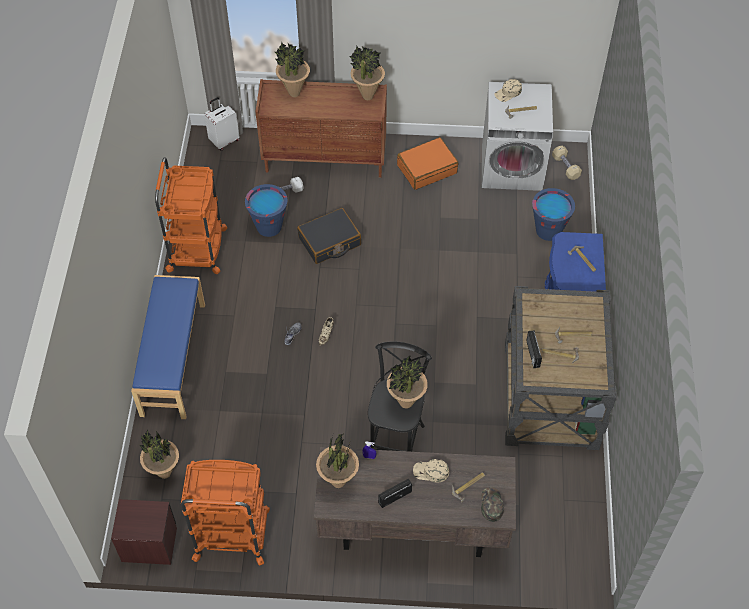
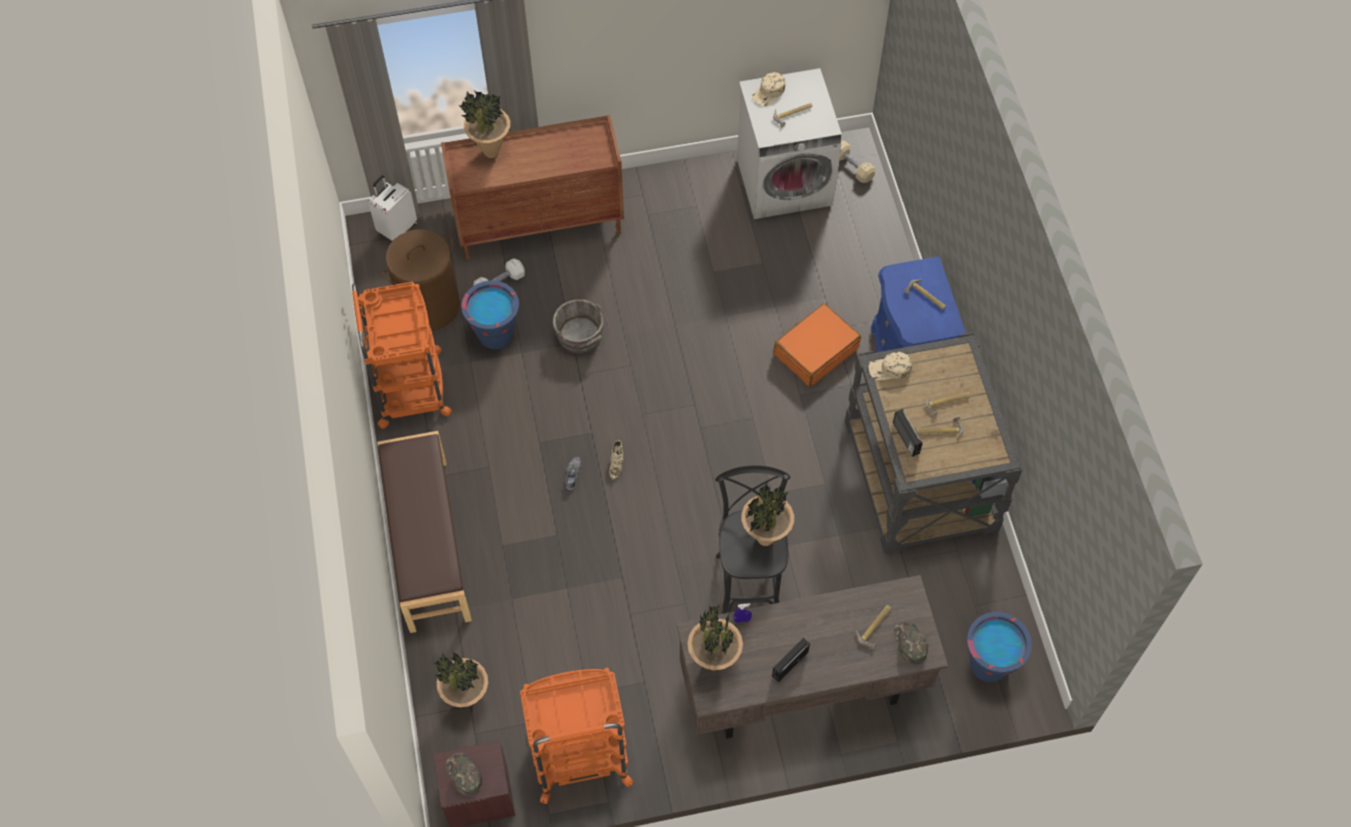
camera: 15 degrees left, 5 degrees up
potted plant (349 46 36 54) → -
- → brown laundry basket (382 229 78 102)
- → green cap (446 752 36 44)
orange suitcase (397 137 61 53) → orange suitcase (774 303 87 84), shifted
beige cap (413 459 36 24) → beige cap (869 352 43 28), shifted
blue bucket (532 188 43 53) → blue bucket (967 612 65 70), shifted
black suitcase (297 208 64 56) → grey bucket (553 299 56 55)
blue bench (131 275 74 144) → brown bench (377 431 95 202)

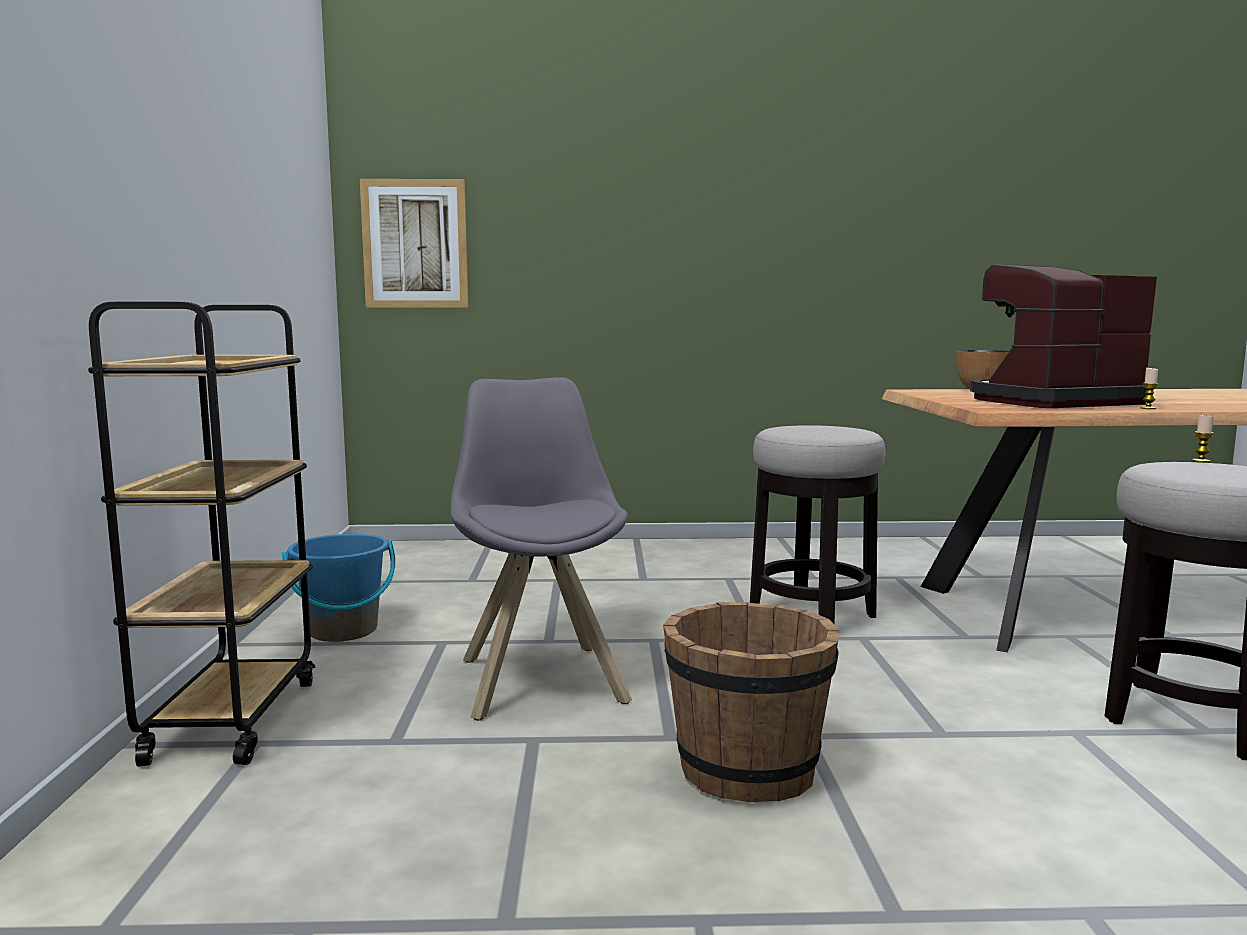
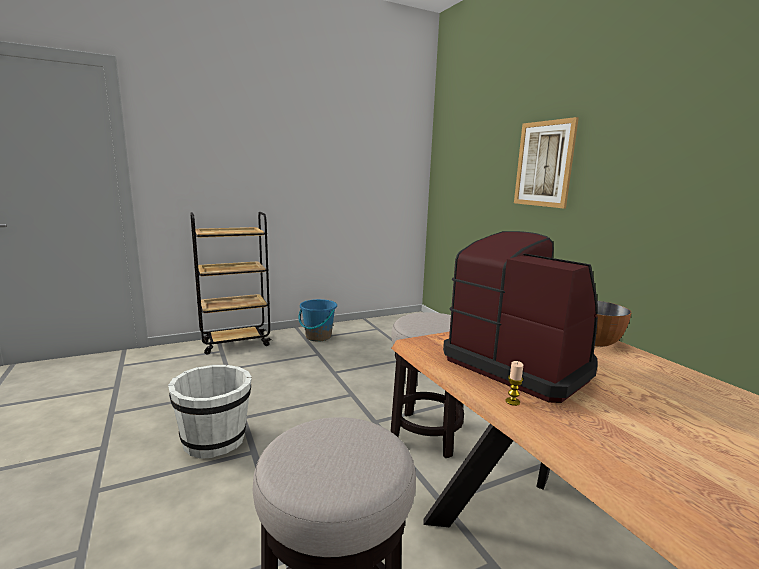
camera: 65 degrees right, 5 degrees up
grey chair (450 377 182 343) → -
candle (1192 414 22 49) → -
picture (360 179 108 129) → picture (514 117 65 91), shifted
brown bucket (663 602 177 200) → white bucket (168 365 84 94)

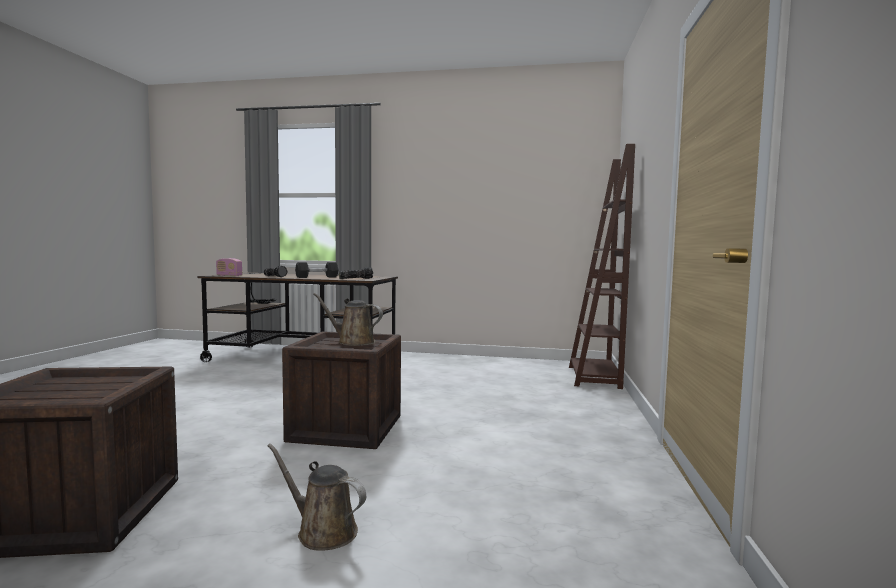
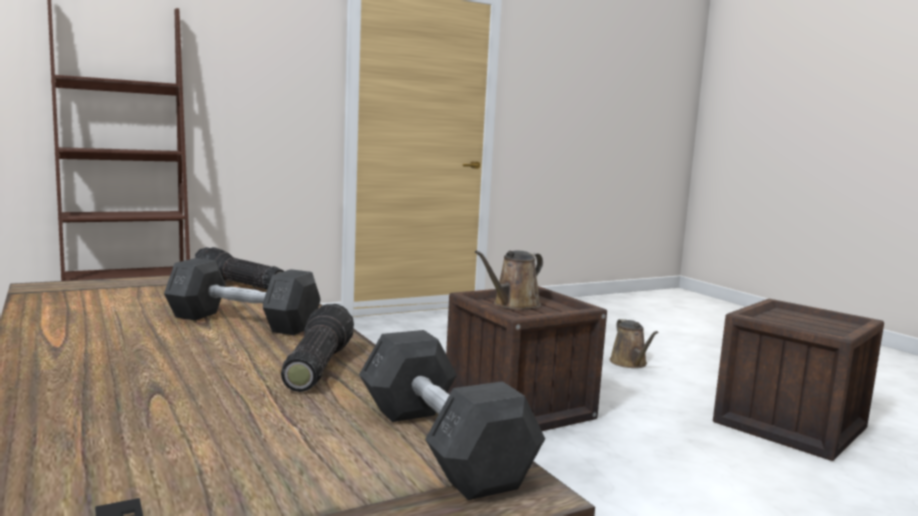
camera: 130 degrees left, 5 degrees up
radio (216 258 26 18) → grey dumbbell (359 330 186 170)
brown watering can (313 293 70 53) → brown watering can (475 250 68 59), 60 degrees clockwise

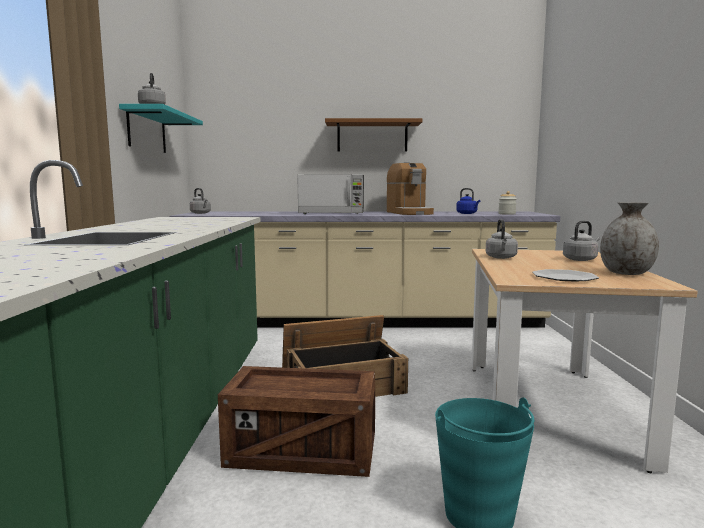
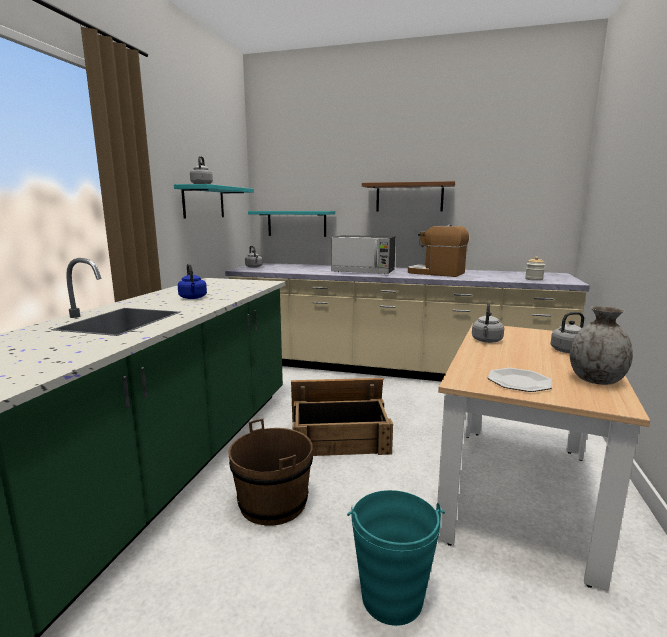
camera: 15 degrees right, 5 degrees up
- → turquoise shelf (248 211 87 26)
blue kettle (456 188 24 26) → blue kettle (178 263 29 36), shifted
crate (218 366 157 111) → brown bucket (228 419 85 107)
coffee machine (387 162 47 53) → coffee machine (408 225 61 52), 120 degrees clockwise

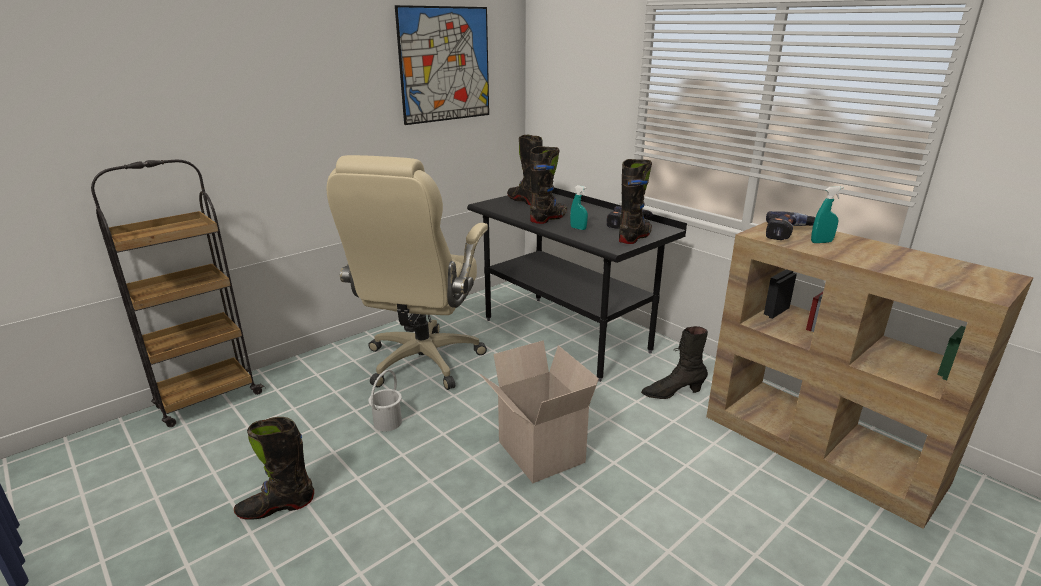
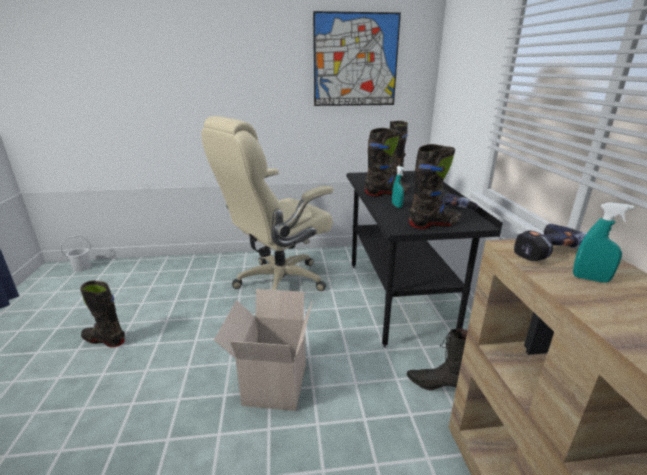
camera: 35 degrees right, 0 degrees up
brown cart (91 160 174 267) → -
white bucket (368 370 34 62) → white bucket (61 236 31 36), shifted

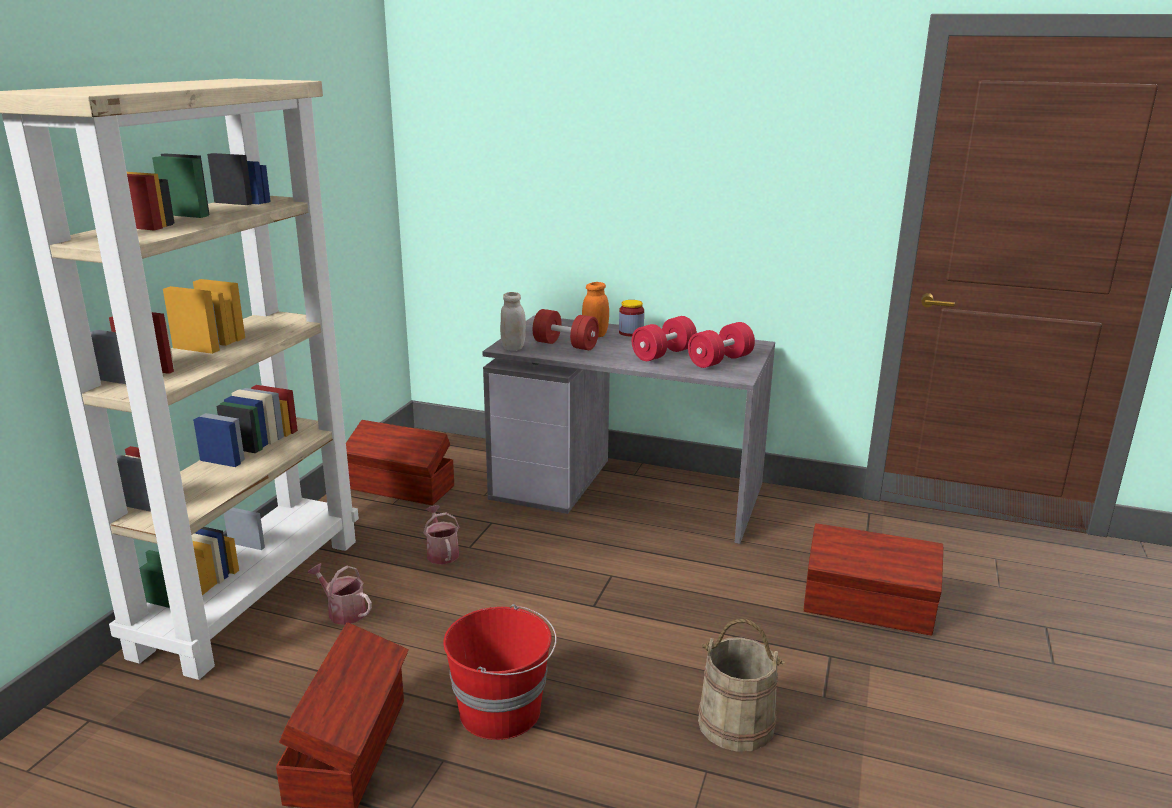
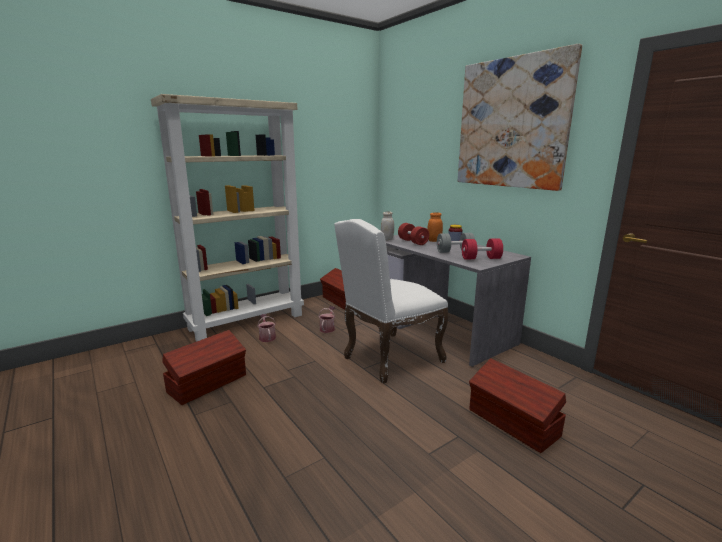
camera: 35 degrees right, 5 degrees down
red bucket (443 604 114 136) → -
beige bucket (698 619 87 133) → -
- → white chair (334 219 114 165)
- → picture (458 44 124 147)
red dumbbell (632 316 65 45) → grey dumbbell (437 233 38 20)

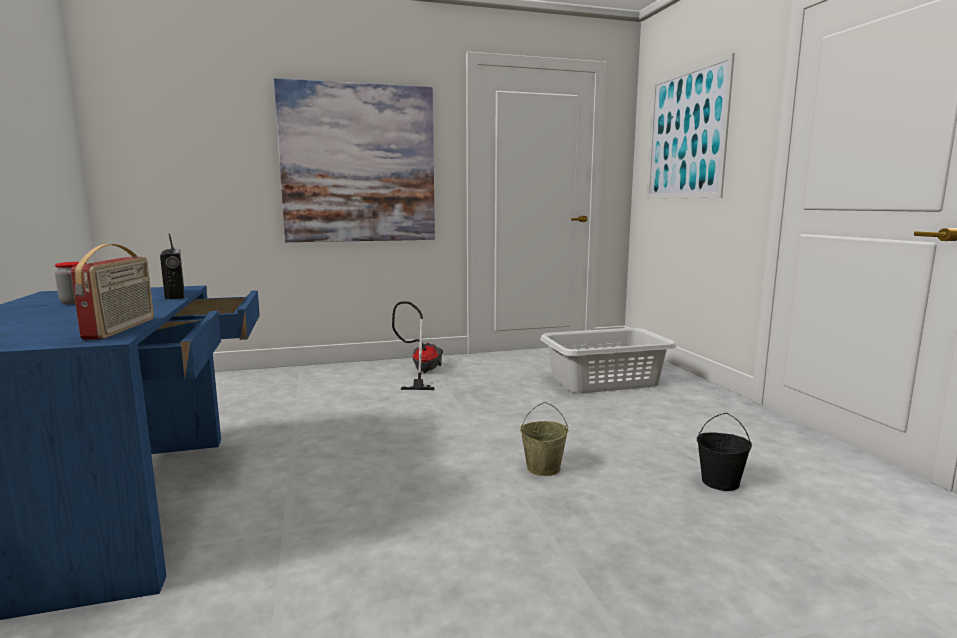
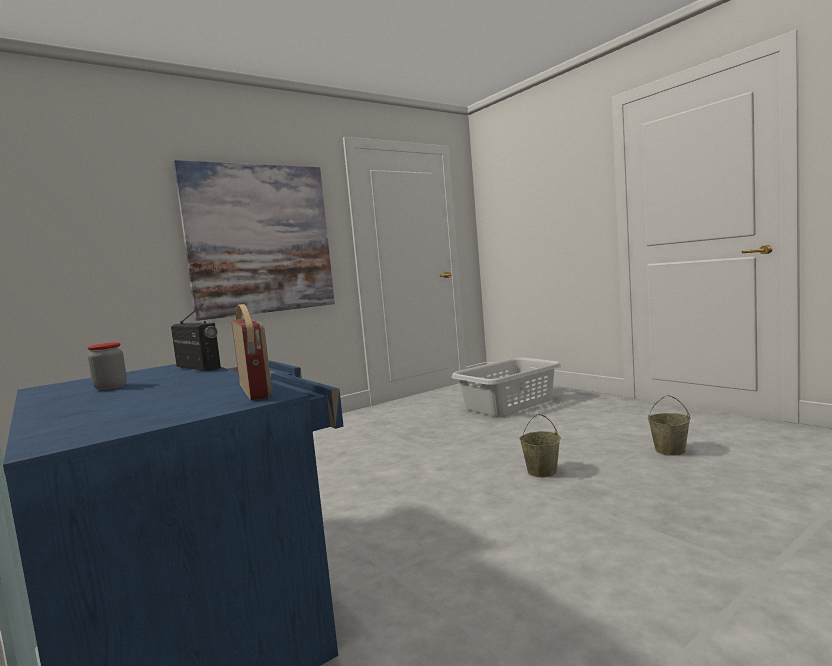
camera: 20 degrees left, 5 degrees down
vacuum cleaner (392 301 51 89) → -
picture (646 53 89 146) → -
black bucket (697 413 55 78) → beige bucket (648 395 43 61)

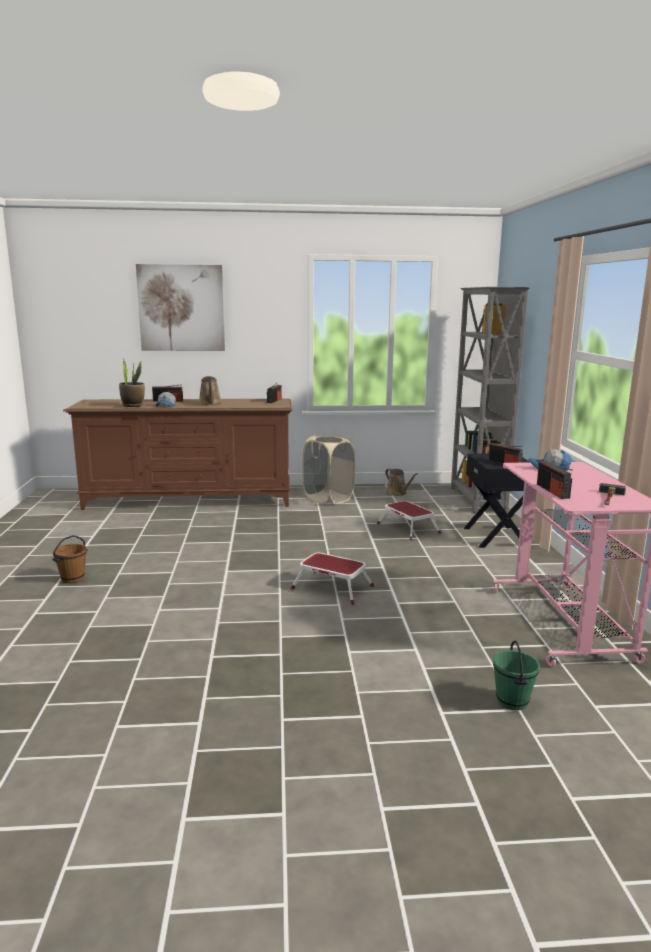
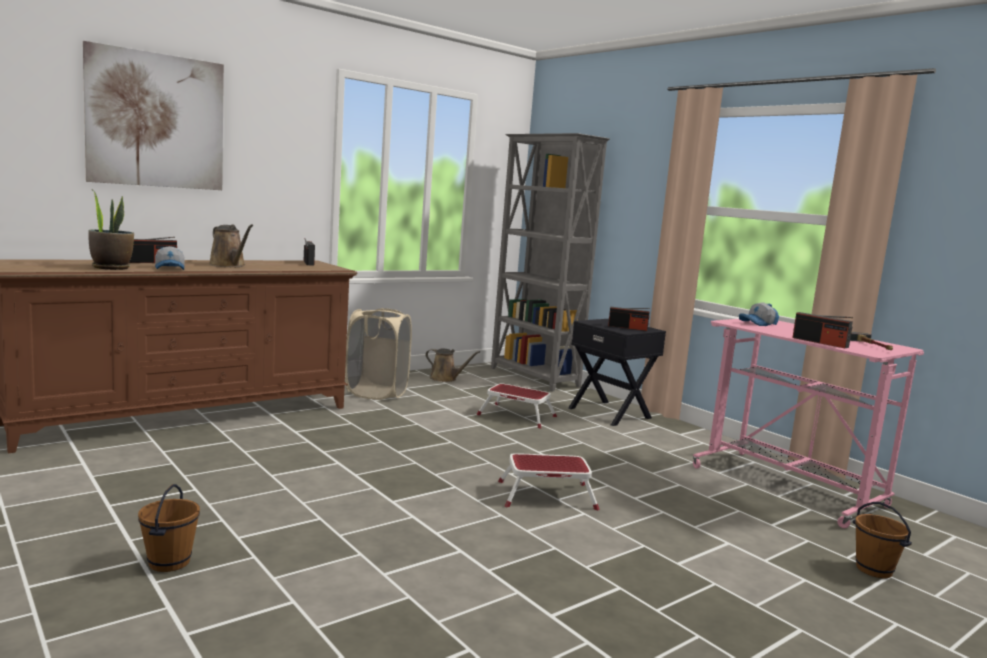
camera: 35 degrees left, 5 degrees down
green bucket (493 640 47 71) → brown bucket (853 502 59 76)

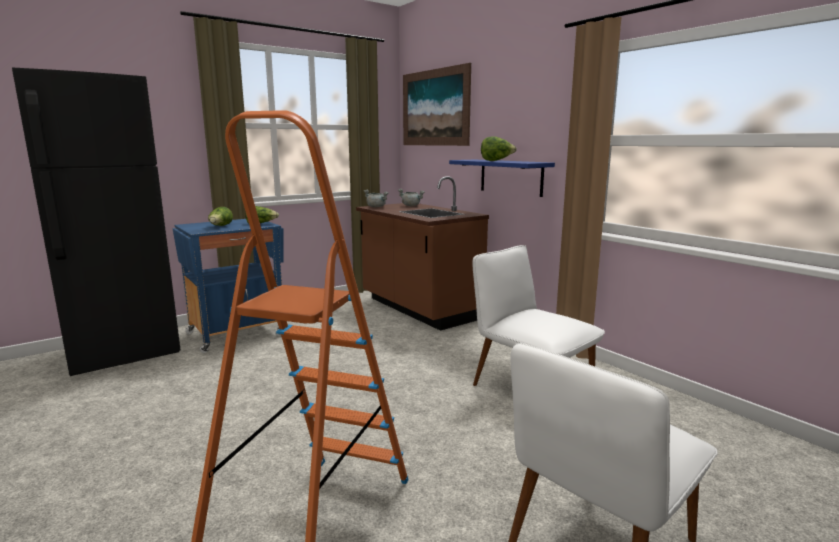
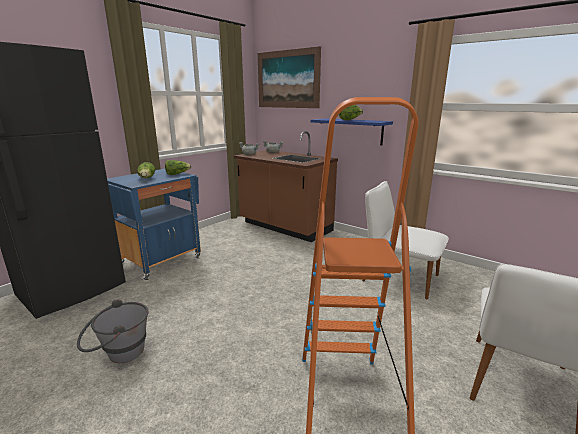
camera: 15 degrees left, 5 degrees up
- → grey bucket (77 299 72 64)

